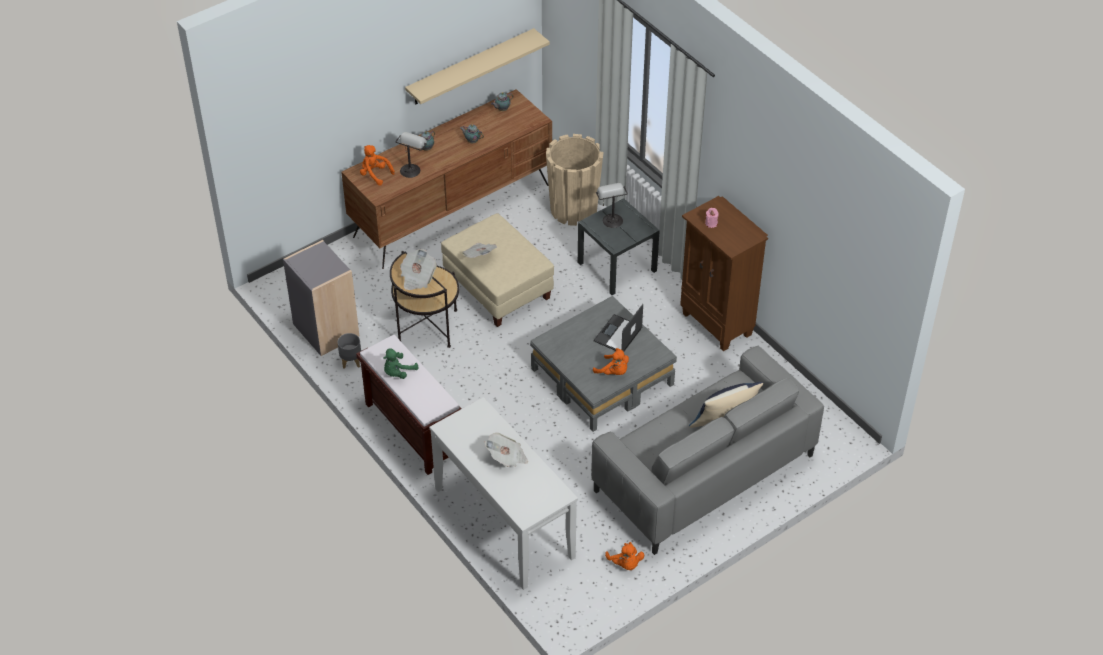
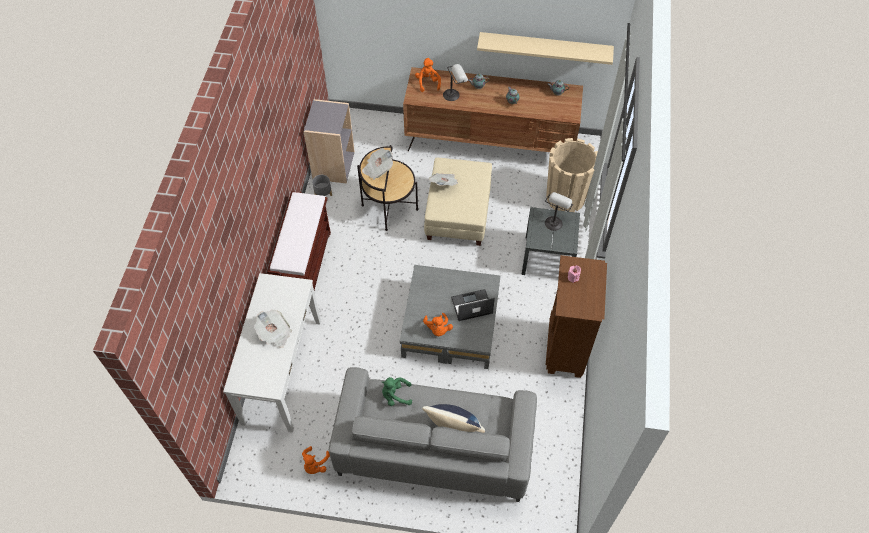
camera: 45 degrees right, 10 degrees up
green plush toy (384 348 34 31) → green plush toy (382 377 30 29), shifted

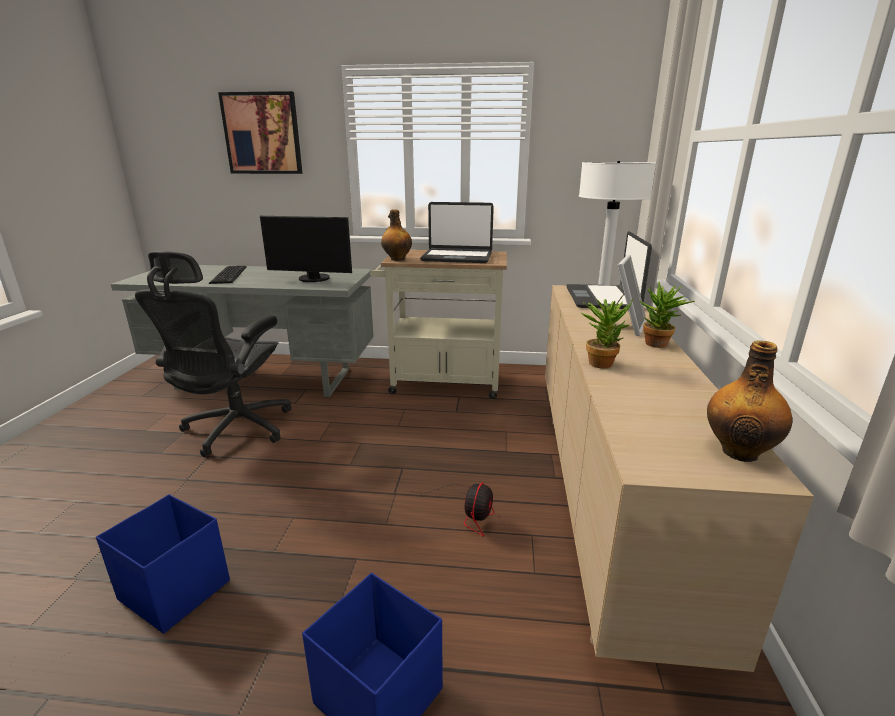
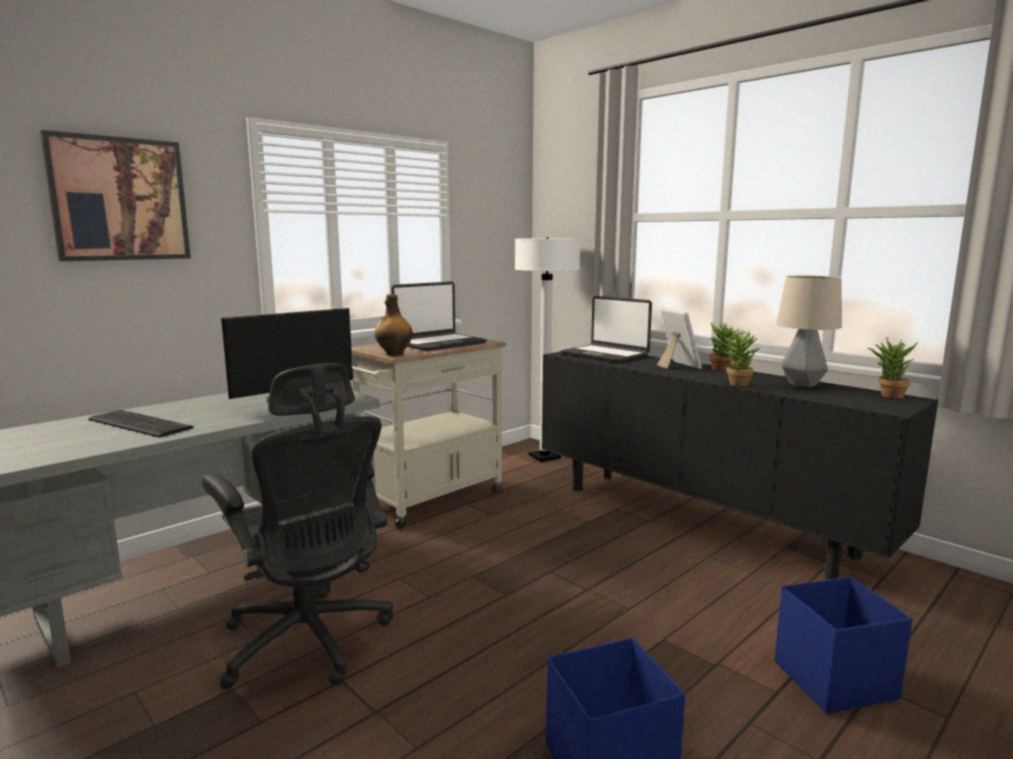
camera: 50 degrees left, 10 degrees down
fan (411 483 83 54) → -
- → table lamp (776 276 66 111)
bottle (707 340 85 122) → potted plant (867 337 51 62)
beige cabinet (545 285 269 387) → black cabinet (542 351 396 229)

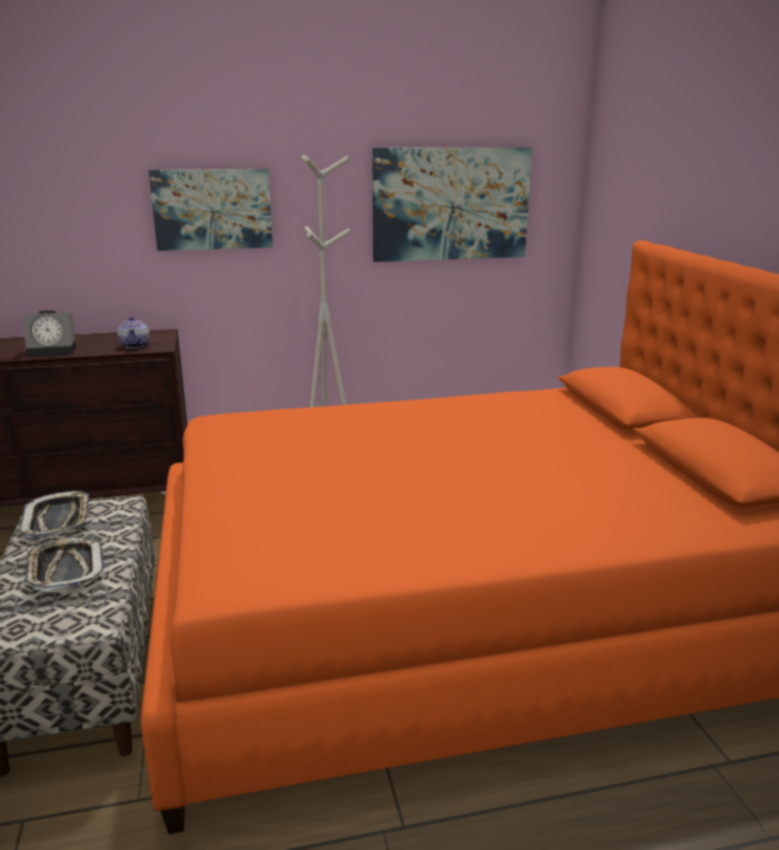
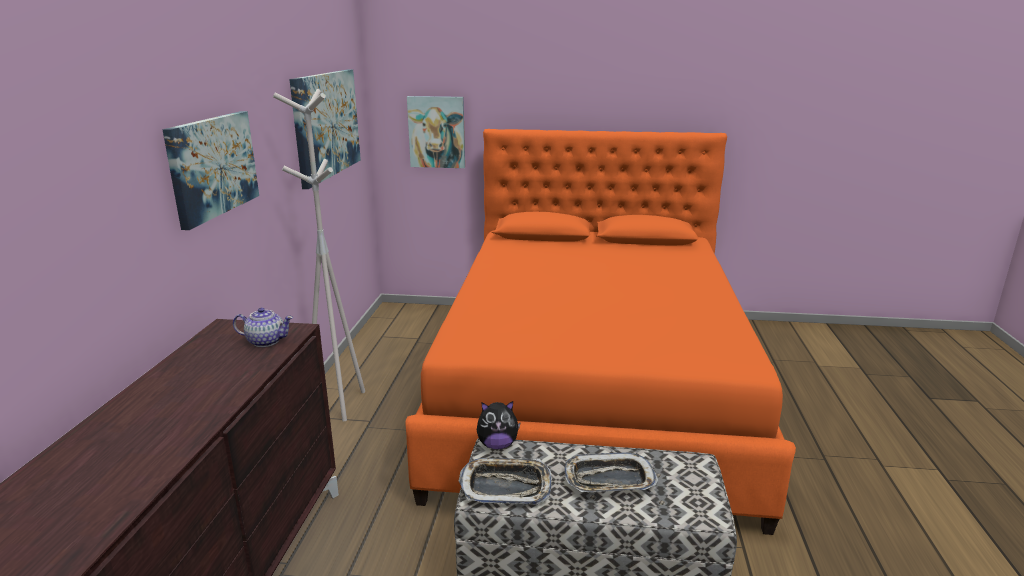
camera: 70 degrees left, 0 degrees up
alarm clock (22 310 54 47) → -
- → picture (407 96 58 72)
- → plush toy (477 401 44 48)

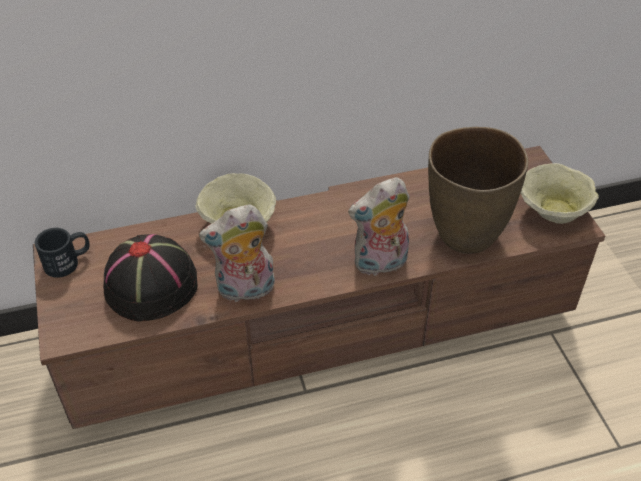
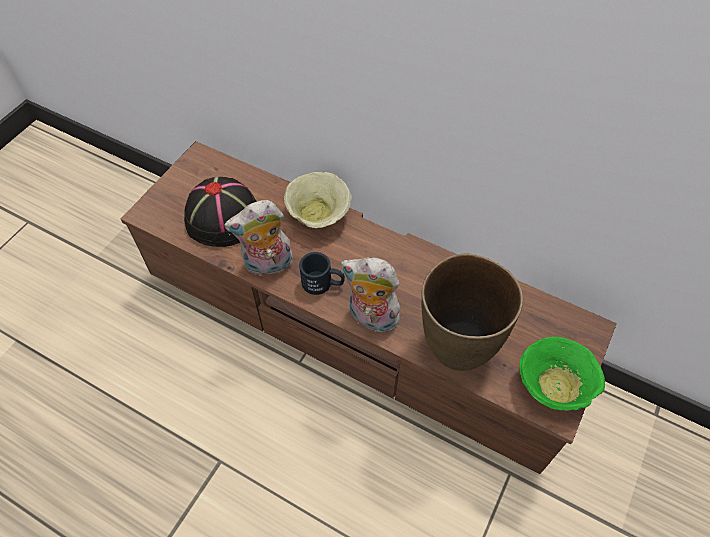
camera: 45 degrees right, 10 degrees up
black mug (35 228 55 50) → black mug (299 252 46 43), shifted
beige bowl (521 163 78 61) → green bowl (519 337 86 74)
plush toy (199 204 76 98) → plush toy (224 200 69 77), 45 degrees counterclockwise

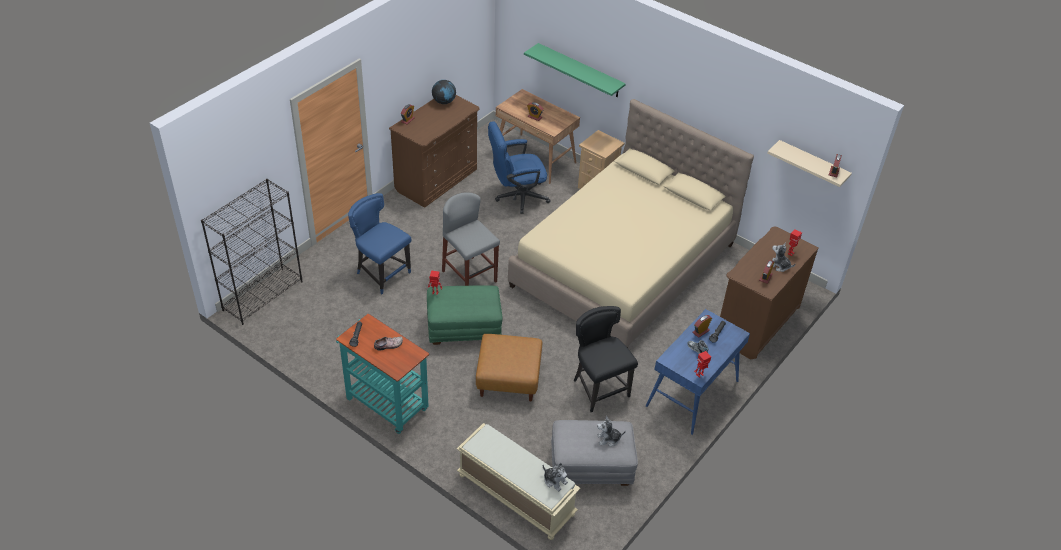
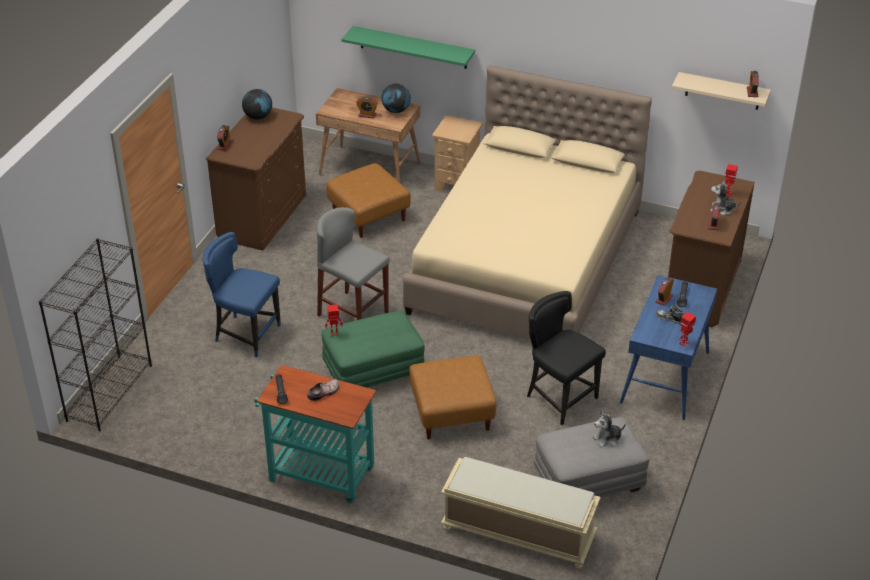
camera: 15 degrees left, 5 degrees down
plush toy (543 463 25 28) → -
- → globe (382 84 29 29)
blue office chair (488 121 63 93) → brown ottoman (326 163 85 75)

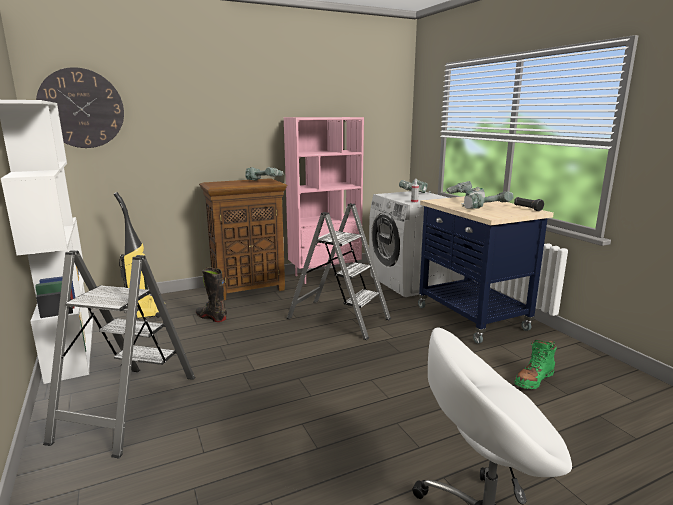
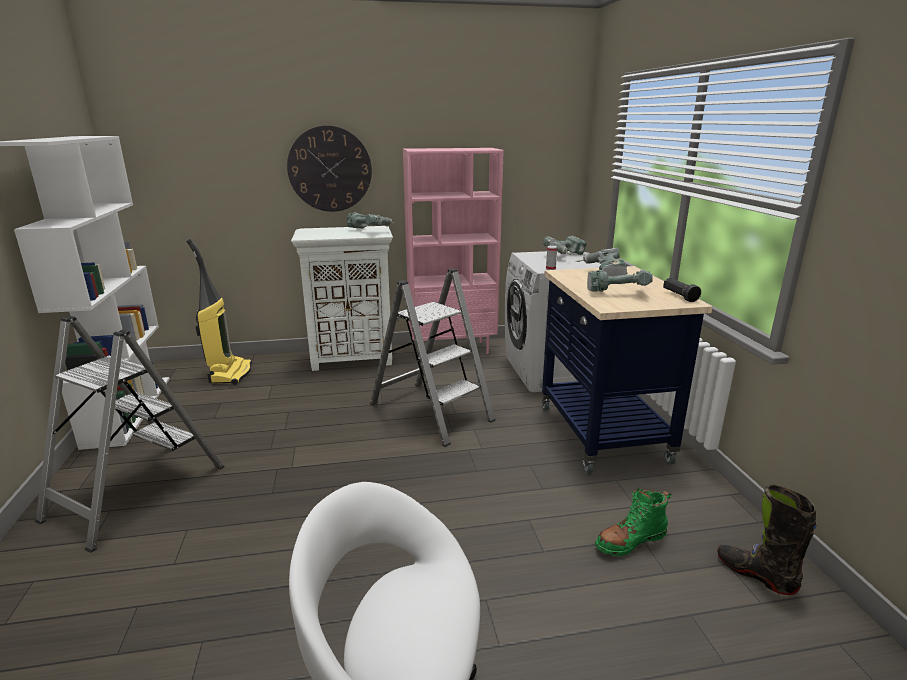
camera: 15 degrees right, 5 degrees up
wall clock (36 67 88 81) → wall clock (287 126 85 86), shifted
black boot (196 267 31 55) → black boot (717 485 100 110), shifted
brown cabinet (199 178 88 122) → white cabinet (291 226 102 145)

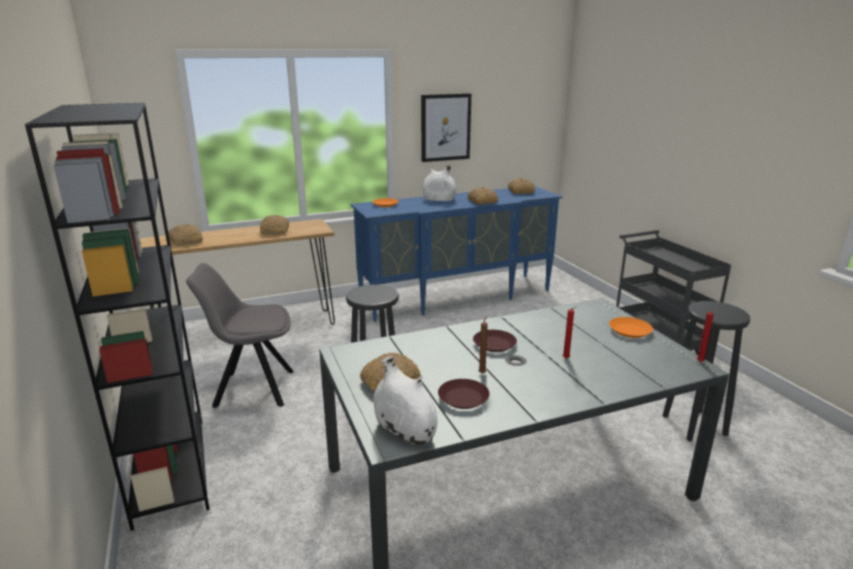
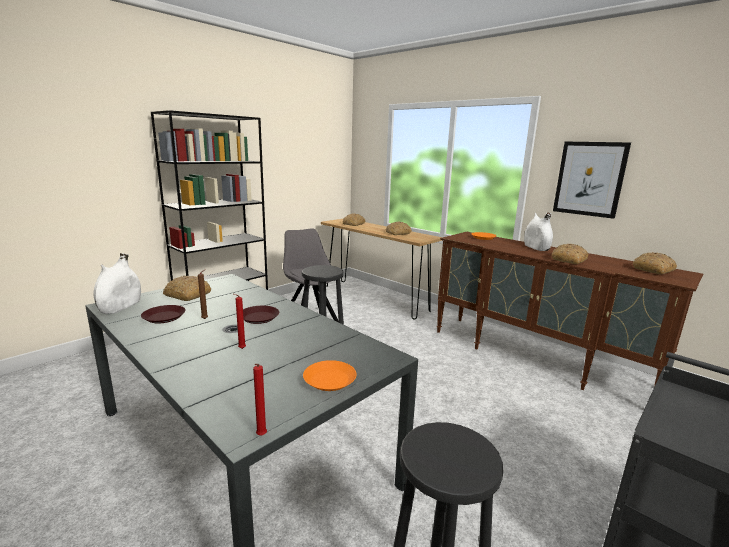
camera: 65 degrees right, 5 degrees down
blue cabinet (350 186 213 136) → brown cabinet (436 232 267 158)

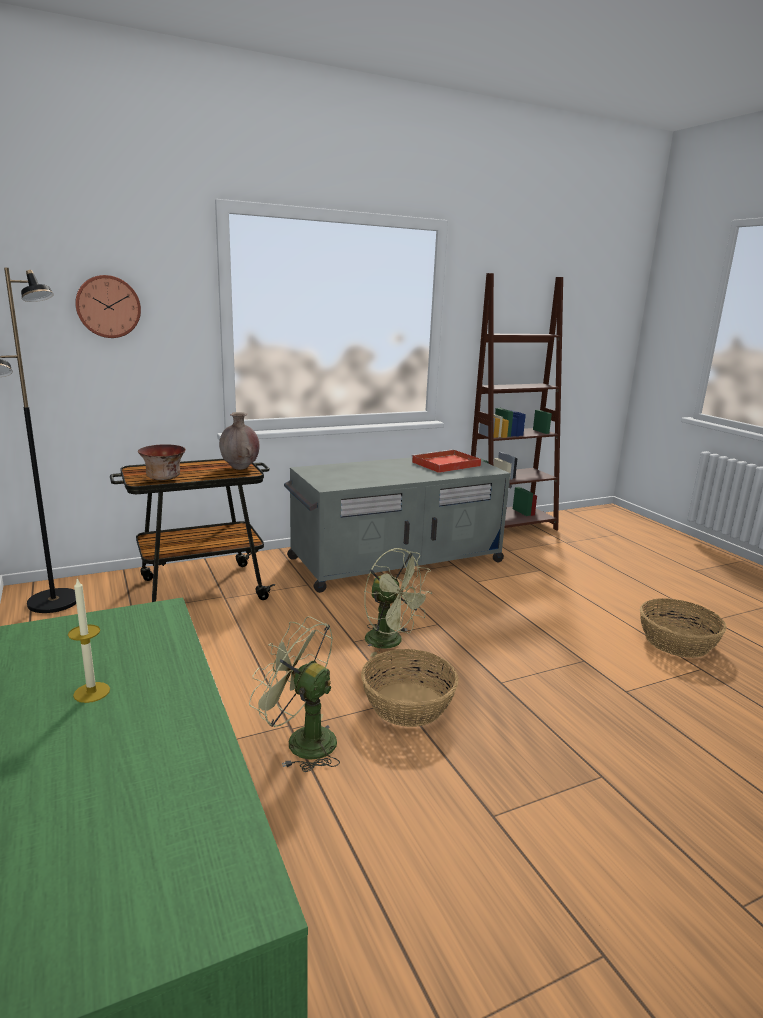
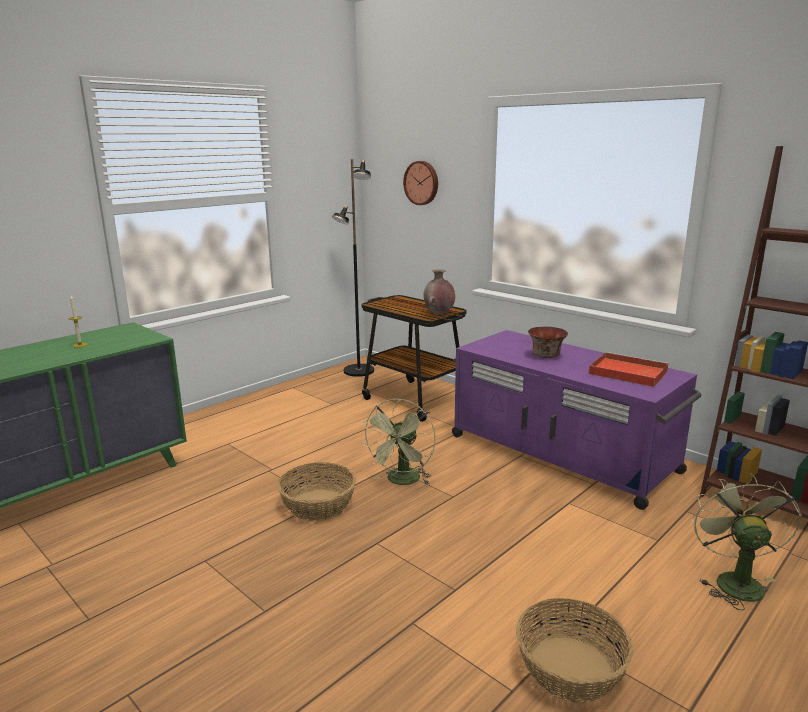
camera: 70 degrees right, 0 degrees up
bowl (138 444 48 36) → bowl (528 327 40 31), shifted
green fan (249 616 91 156) → green fan (691 473 110 137), shifted
grey cabinet (284 457 228 136) → purple cabinet (452 330 249 180)

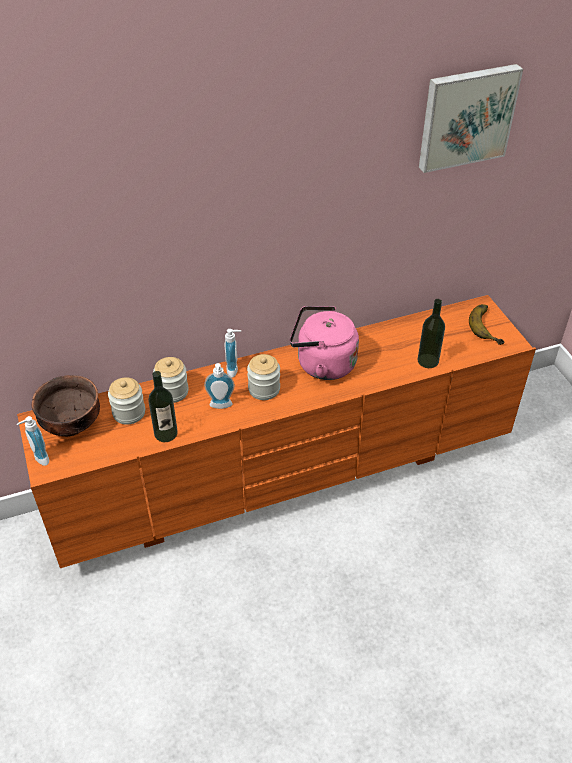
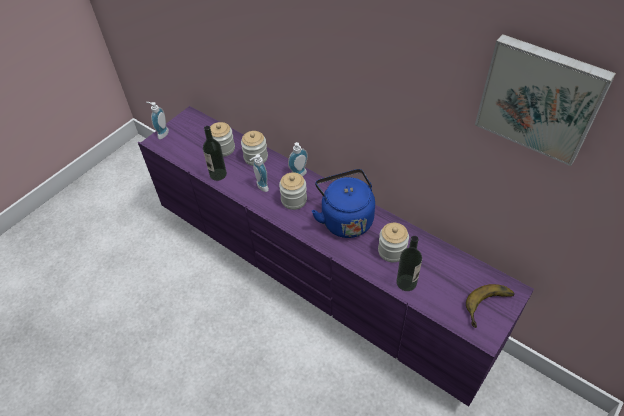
camera: 60 degrees right, 5 degrees up
brown bowl (32 375 68 62) → -
- → jar (378 223 31 39)
orange cabinet (17 295 519 273) → purple cabinet (138 106 396 301)
pink kettle (290 306 69 74) → blue kettle (312 169 63 69)

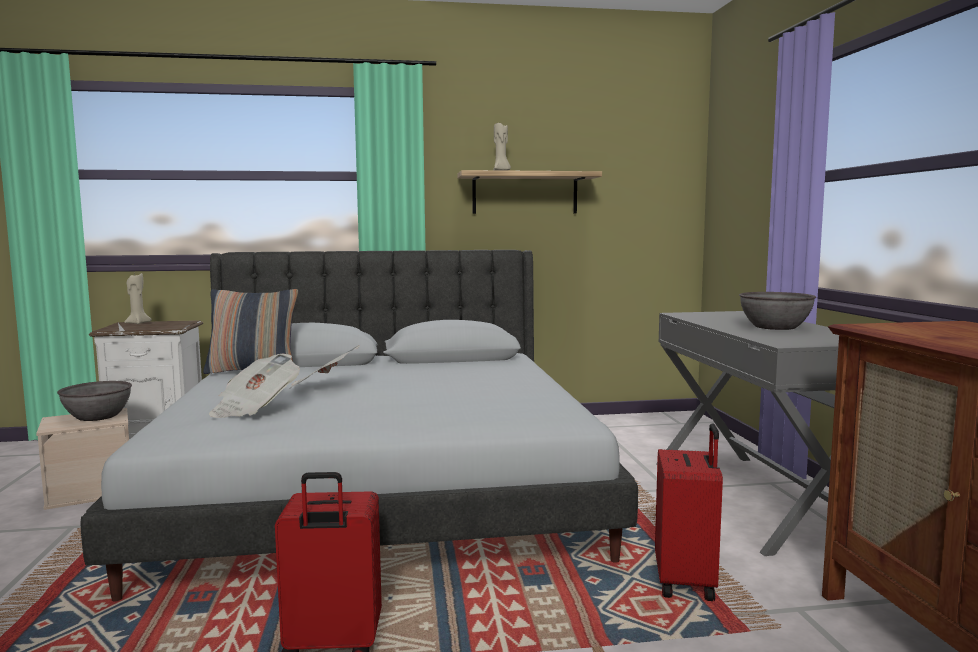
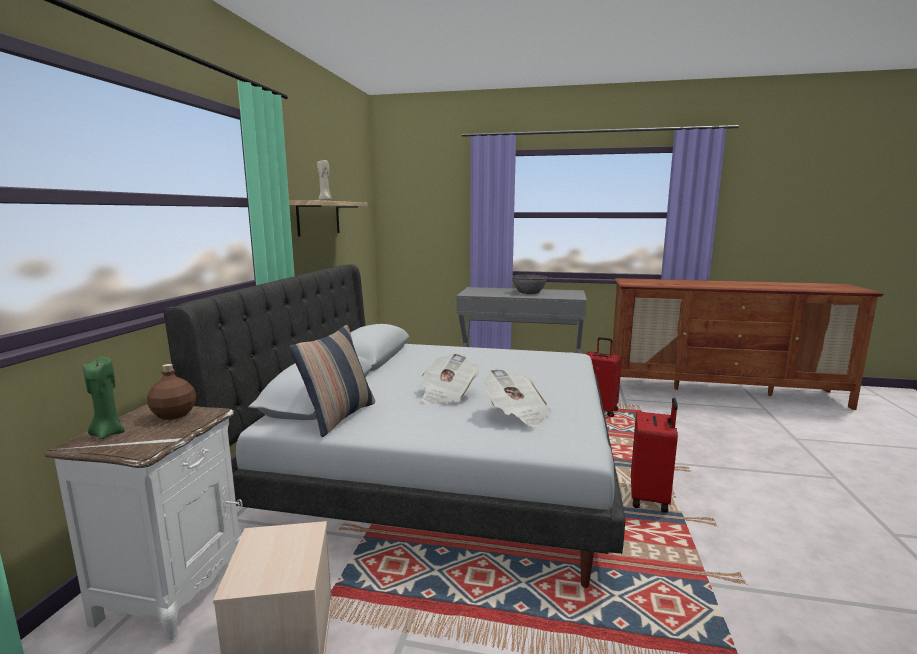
camera: 70 degrees left, 5 degrees up
grey bowl (57 381 75 40) → -
- → brown bottle (147 364 49 56)
beige candle (124 273 28 51) → green candle (83 357 42 82)

